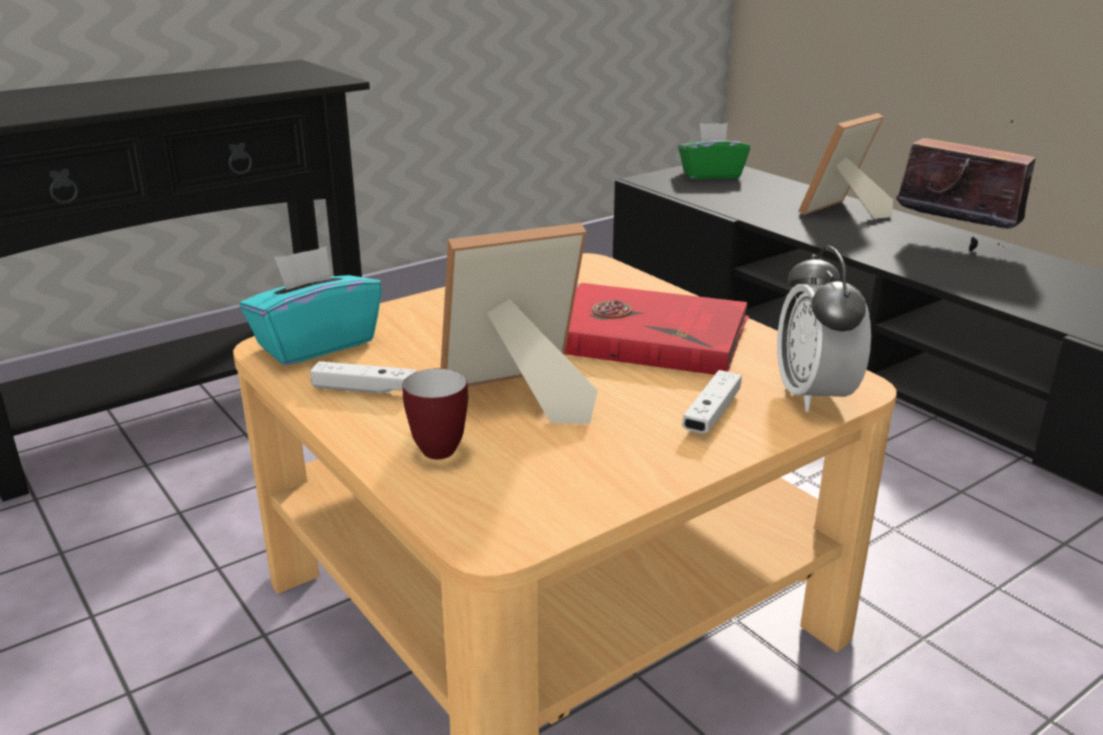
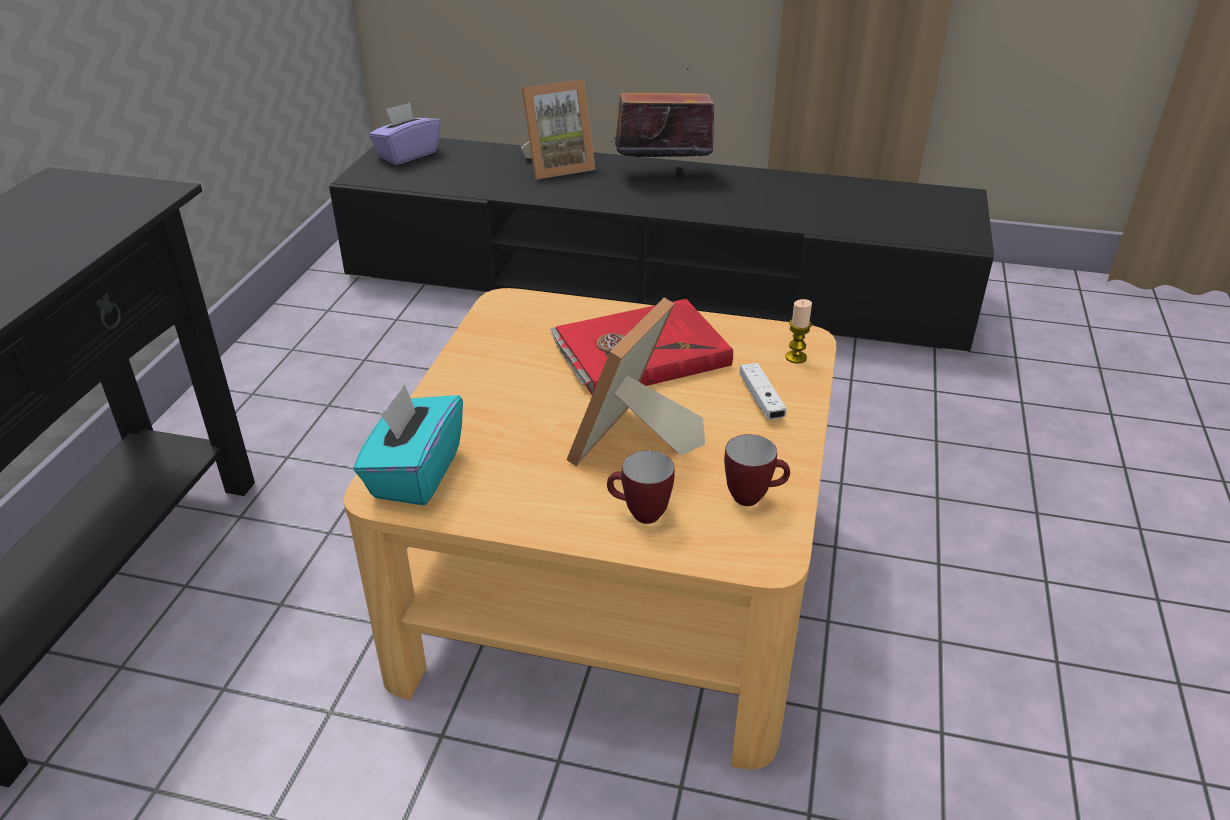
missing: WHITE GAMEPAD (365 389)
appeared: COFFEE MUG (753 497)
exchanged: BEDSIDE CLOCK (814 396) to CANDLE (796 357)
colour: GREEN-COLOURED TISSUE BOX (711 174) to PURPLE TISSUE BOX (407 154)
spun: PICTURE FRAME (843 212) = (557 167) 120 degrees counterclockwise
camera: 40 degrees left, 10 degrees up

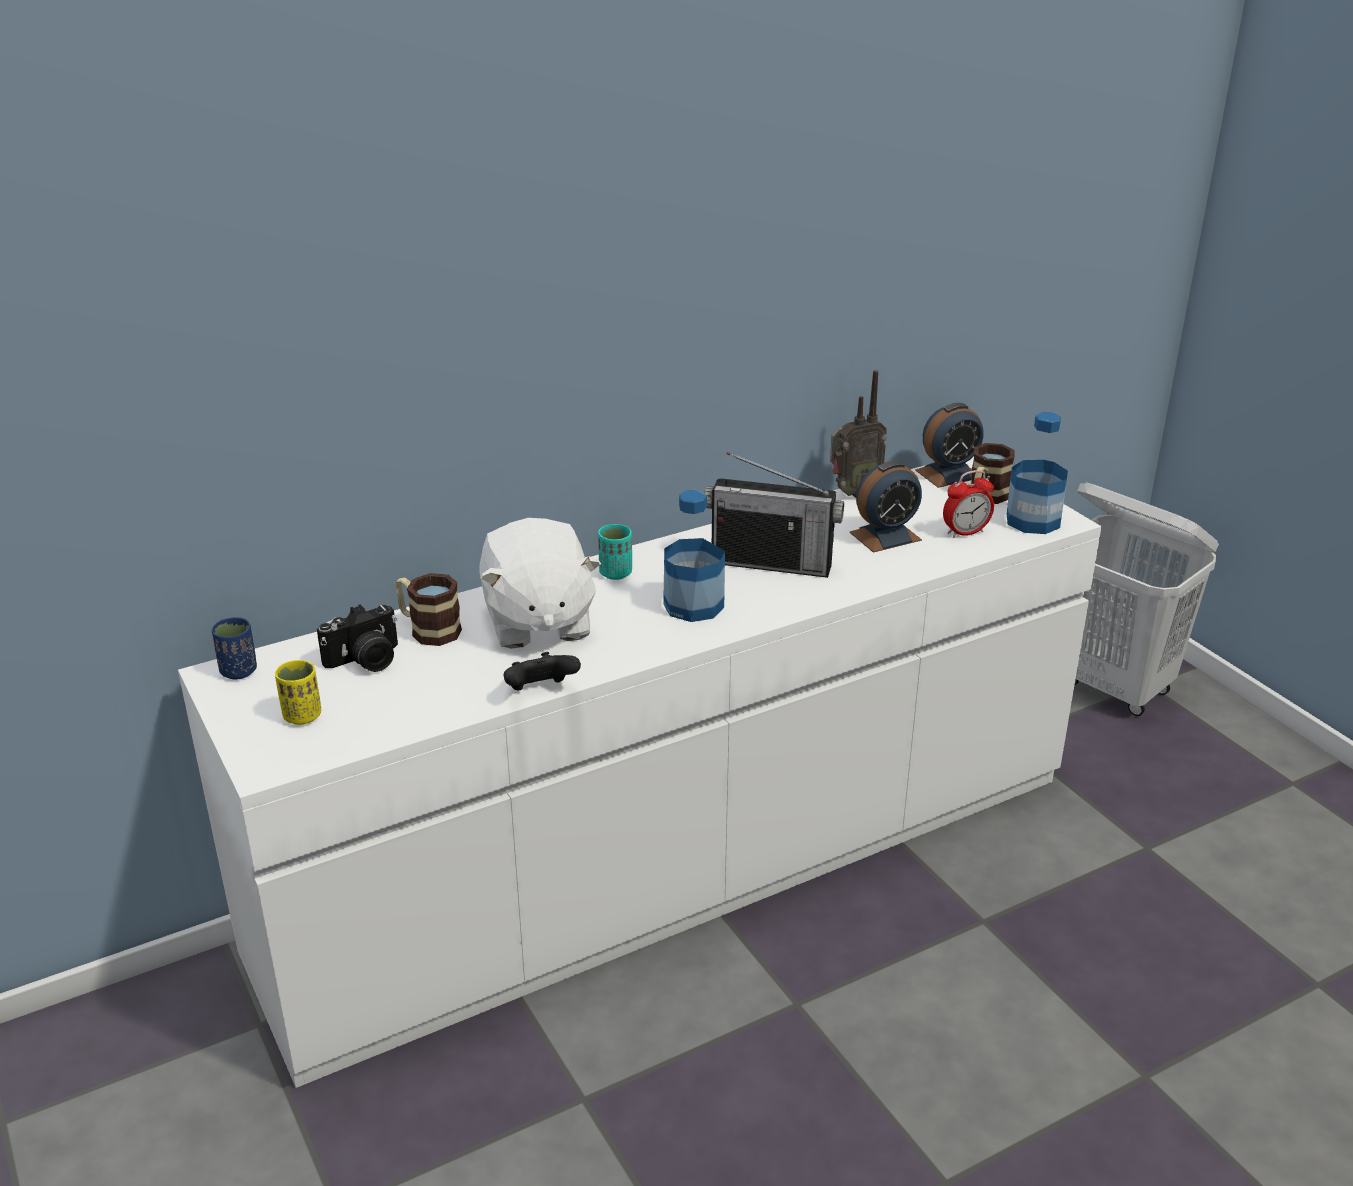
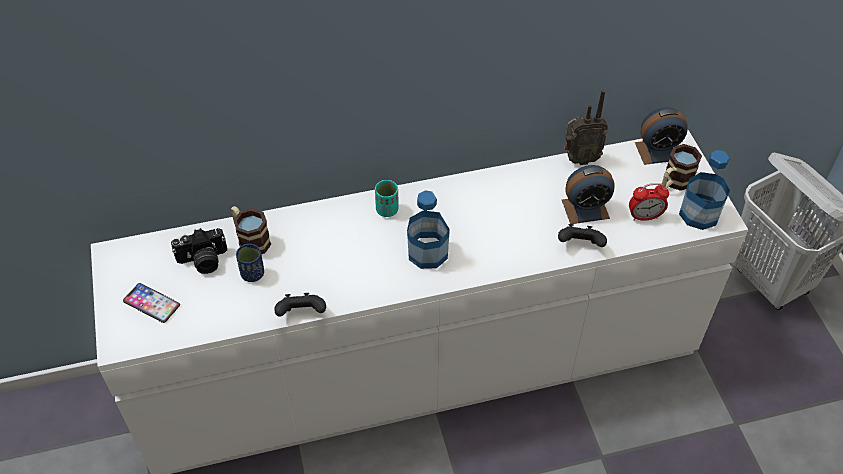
missing: WHITE PLUSH TOY (537 622); RADIO RECEIVER (771 563)
appeared: BLACK-COLOURED GAMEPAD (580 245)
relocated: BLUISH SMALL CUP (239 671) to (252 274)
exchanged: YELLOW-COLOURED SMALL CUP (302 716) to TELEPHONE (151 303)
camera: 15 degrees right, 20 degrees up

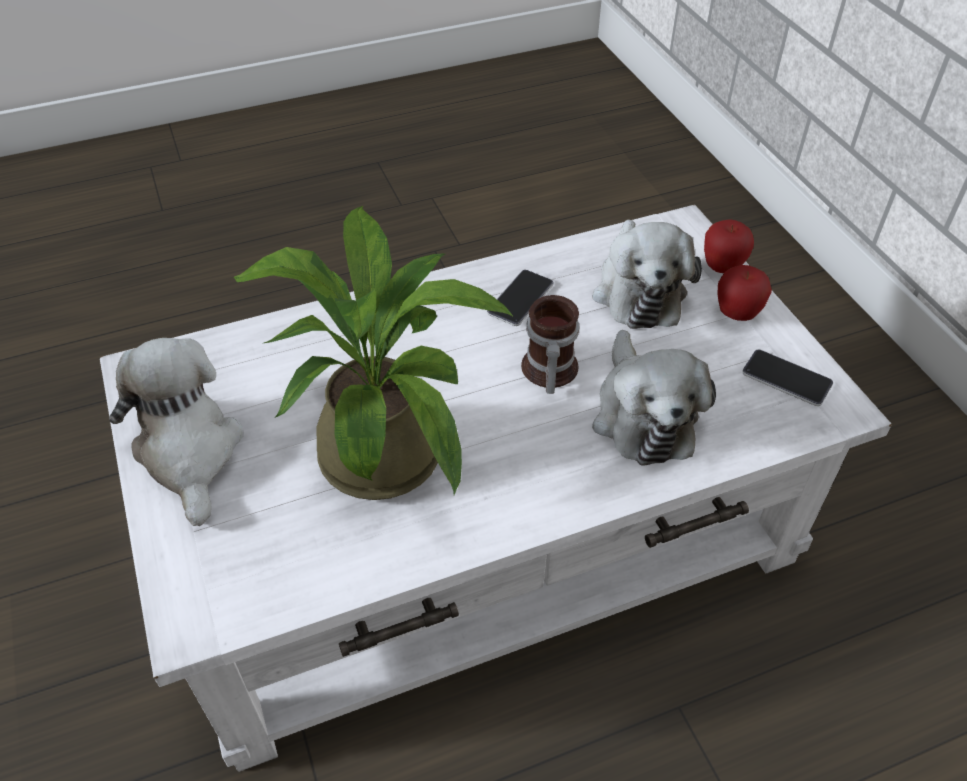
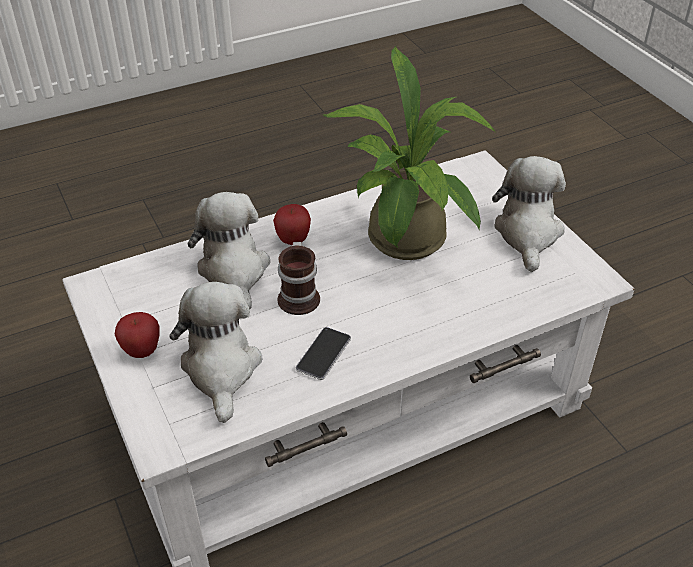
missing: TELEPHONE (786 379)
relocated: WHOLE APPLE (722 267) to (293 240)
spun: PLUSH TOY (189 452) = (528 234) 150 degrees counterclockwise
camera: 175 degrees right, 5 degrees down

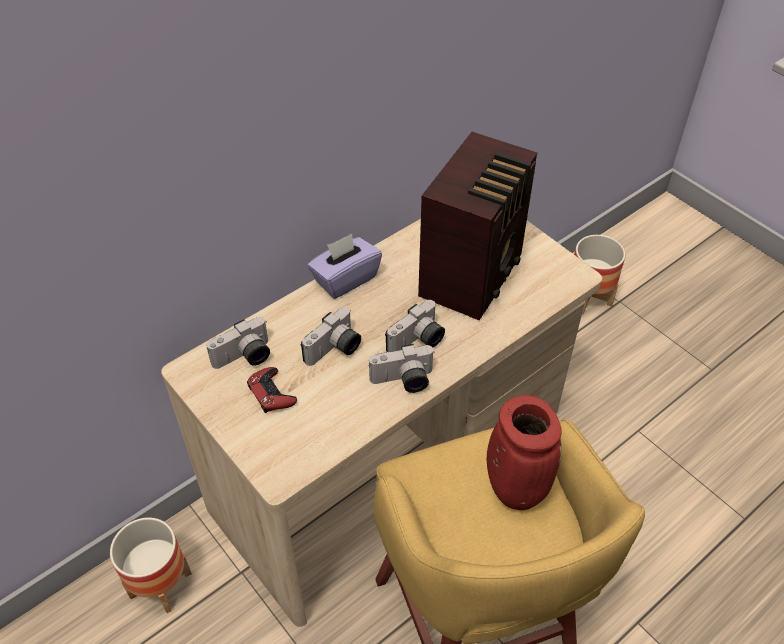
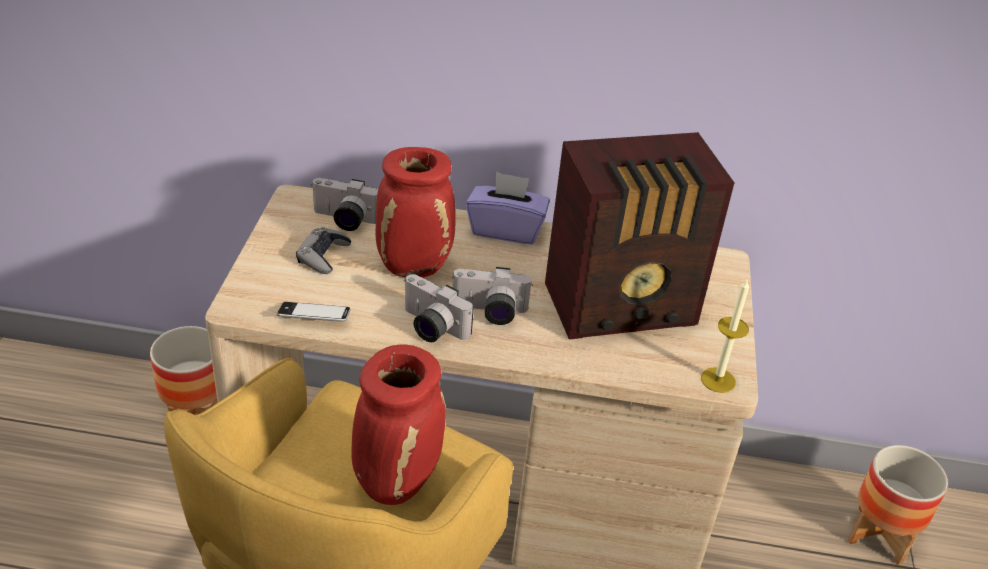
appeared: TELEPHONE (314 316); CANDLE (718 380)
exchanged: PHOTO CAMERA (335 350) to RED-COLOURED FLOWER VASE (415 266)
colour: RED-COLOURED GAMEPAD (271 394) to GRAY GAMEPAD (323 255)
camera: 45 degrees right, 10 degrees down

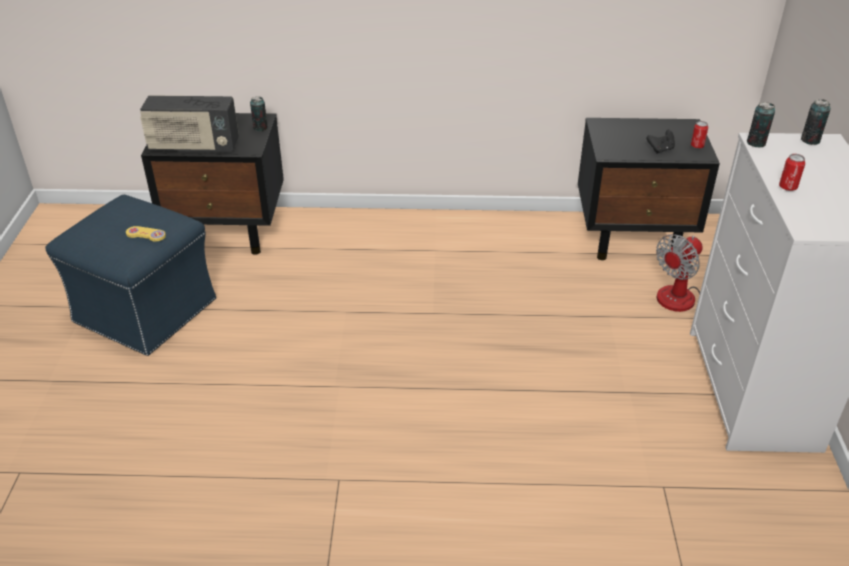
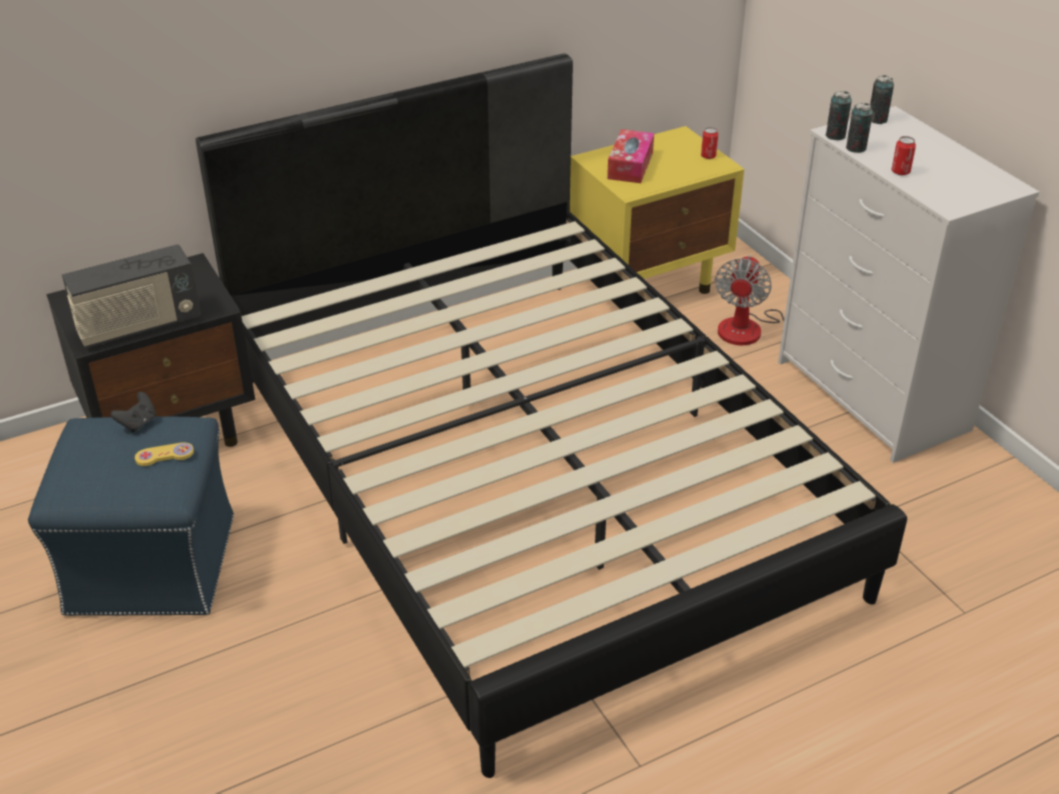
appeared: BLACK-COLOURED BED (530 477); TISSUE BOX (630 165)
relocated: CAN (260 128) to (856 148); BLACK-COLOURED GAMEPAD (660 149) to (138 423)
colour: BLACK-COLOURED NIGHTSTAND (633 238) to YELLOW-COLOURED NIGHTSTAND (650 282)
camera: 30 degrees left, 0 degrees up

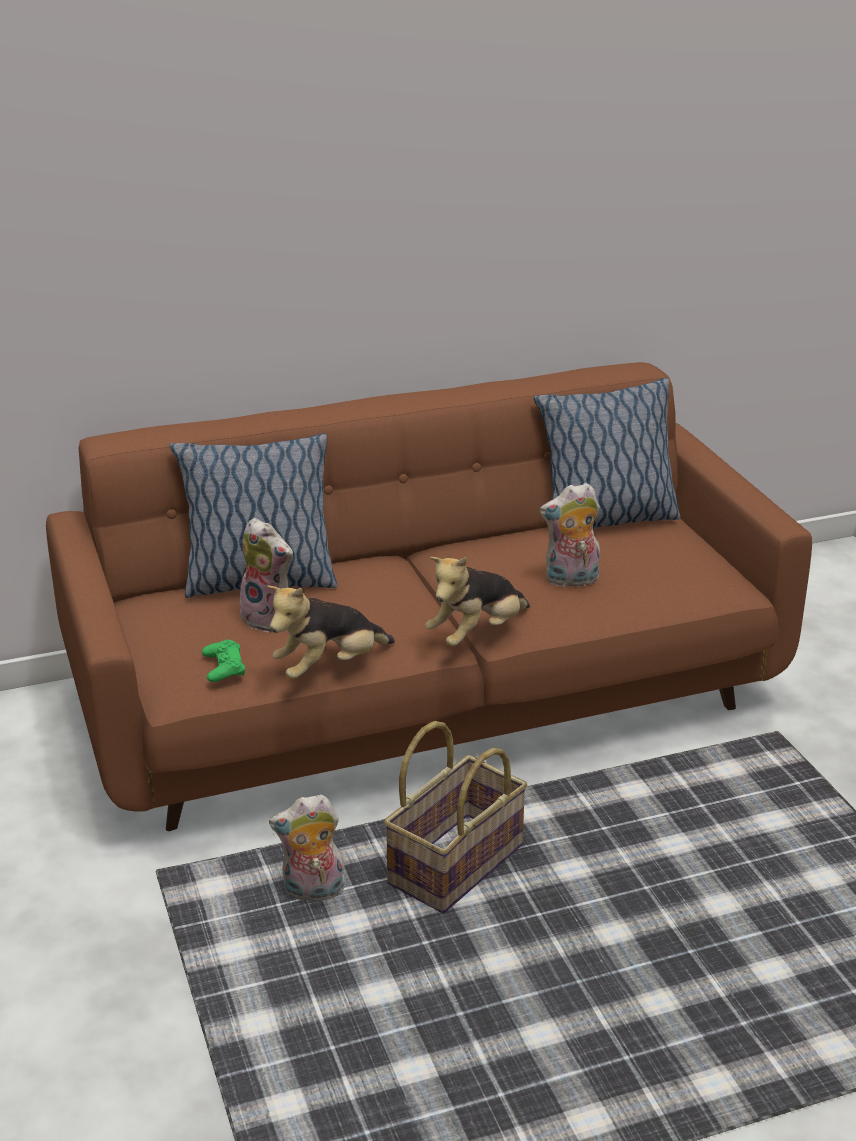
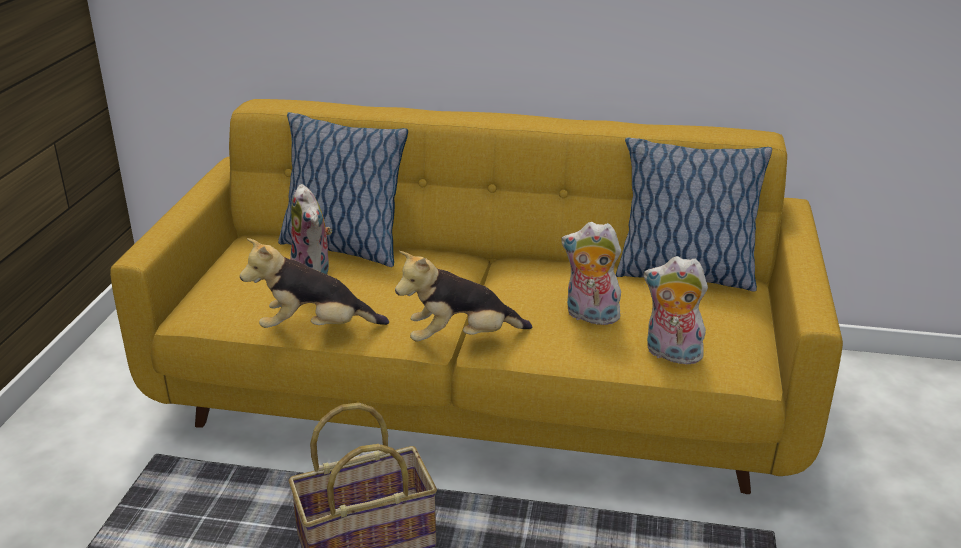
missing: GREEN-COLOURED GAMEPAD (223 667)
relocated: PLUSH TOY (312 892) to (671 355)
colour: BROWNISH COUCH (428 700) to YELLOW-COLOURED COUCH (482 391)
camera: 30 degrees right, 0 degrees up

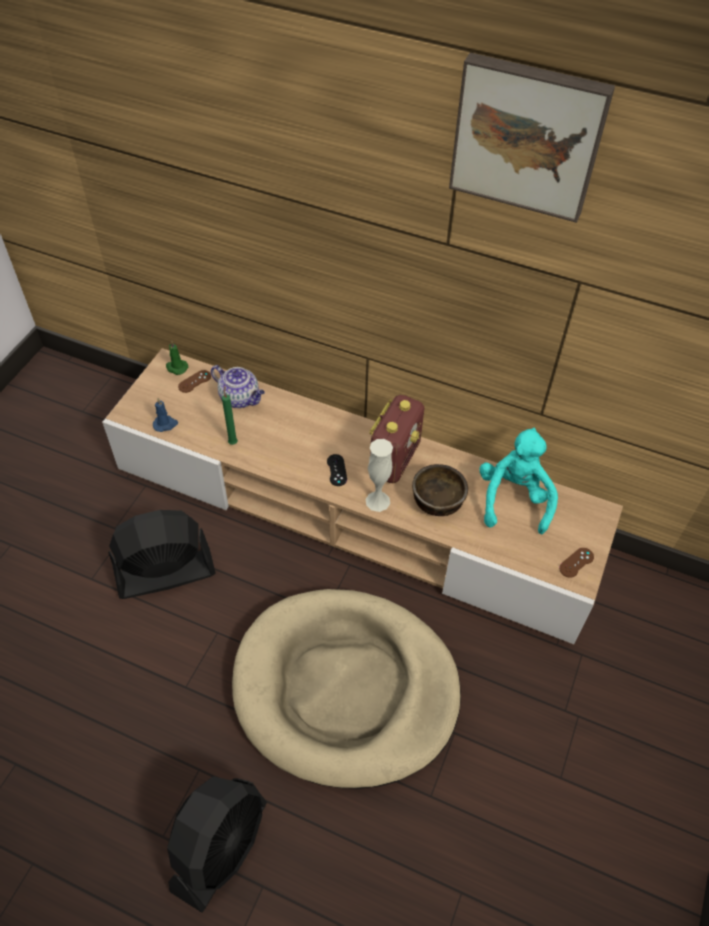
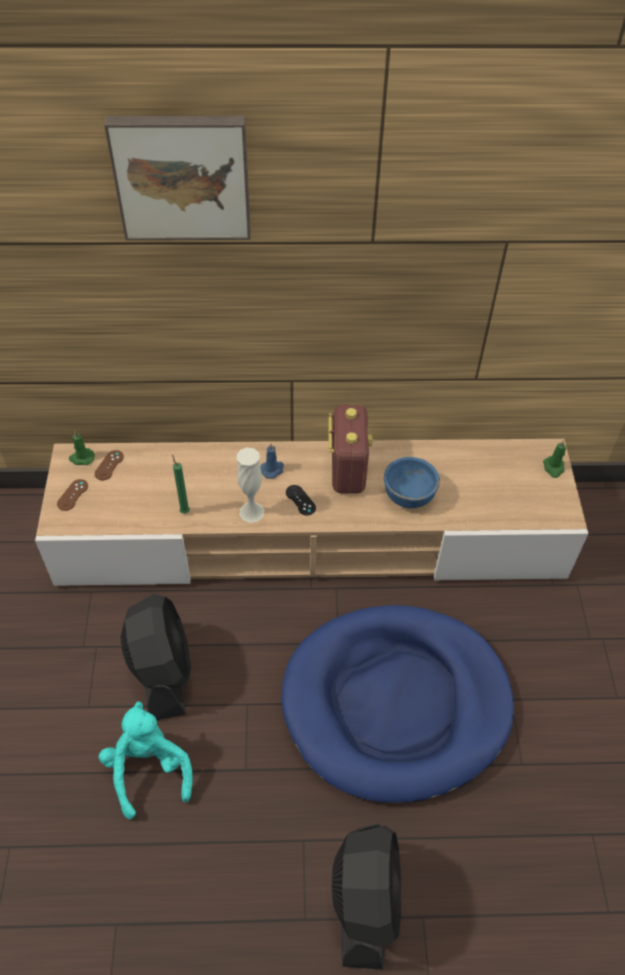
missing: POT FOR TEA (240 398)
appeared: GREEN-COLOURED CANDLE (553 468)
relocated: BLUISH CANDLE (165 424) to (272 469); WHITE FLOWER VASE (377 501) to (251 512); WALL ART (528 136) to (182 176); TURQUOISE PLUSH TOY (514 499) to (148 769); BROWNISH GAMEPAD (576 562) to (72 495)
colour: BEIGE-COLOURED PET BED (345 689) to BLUISH PET BED (396 703); BROWNISH SERVING BOWL (437 502) to BLUISH SERVING BOWL (408 496)
spun: BLACK-COLOURED COOLING FAN (165 574) = (162 670) 120 degrees clockwise
camera: 25 degrees left, 0 degrees up

